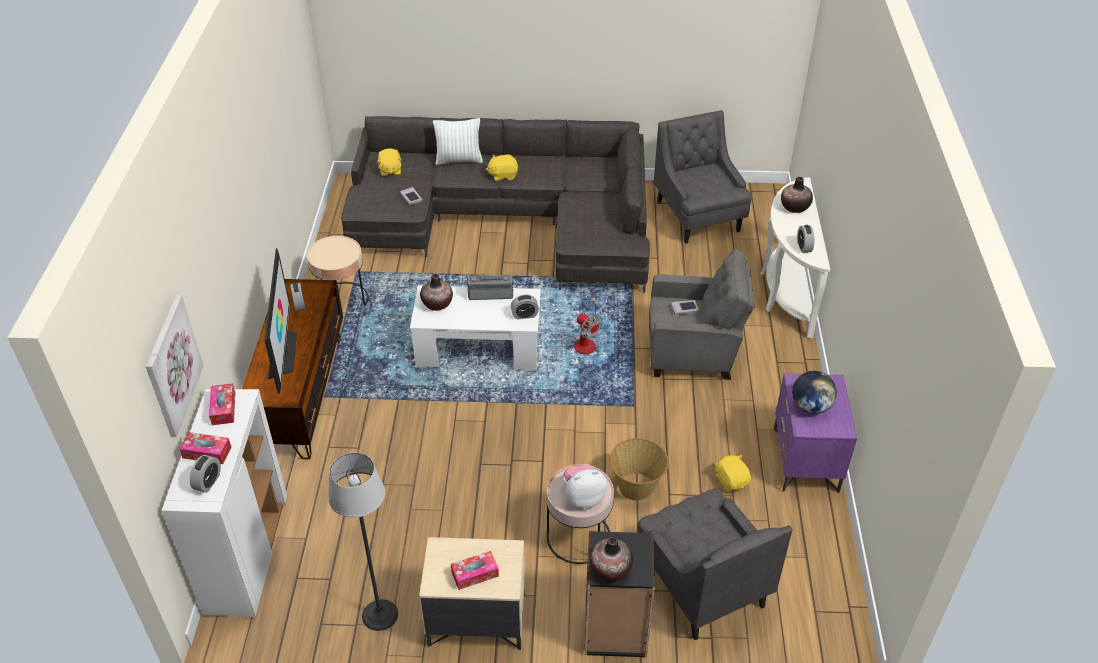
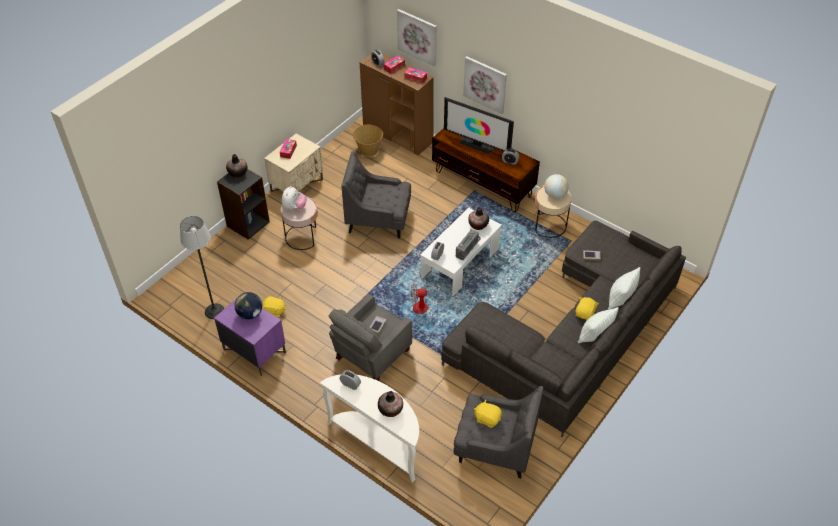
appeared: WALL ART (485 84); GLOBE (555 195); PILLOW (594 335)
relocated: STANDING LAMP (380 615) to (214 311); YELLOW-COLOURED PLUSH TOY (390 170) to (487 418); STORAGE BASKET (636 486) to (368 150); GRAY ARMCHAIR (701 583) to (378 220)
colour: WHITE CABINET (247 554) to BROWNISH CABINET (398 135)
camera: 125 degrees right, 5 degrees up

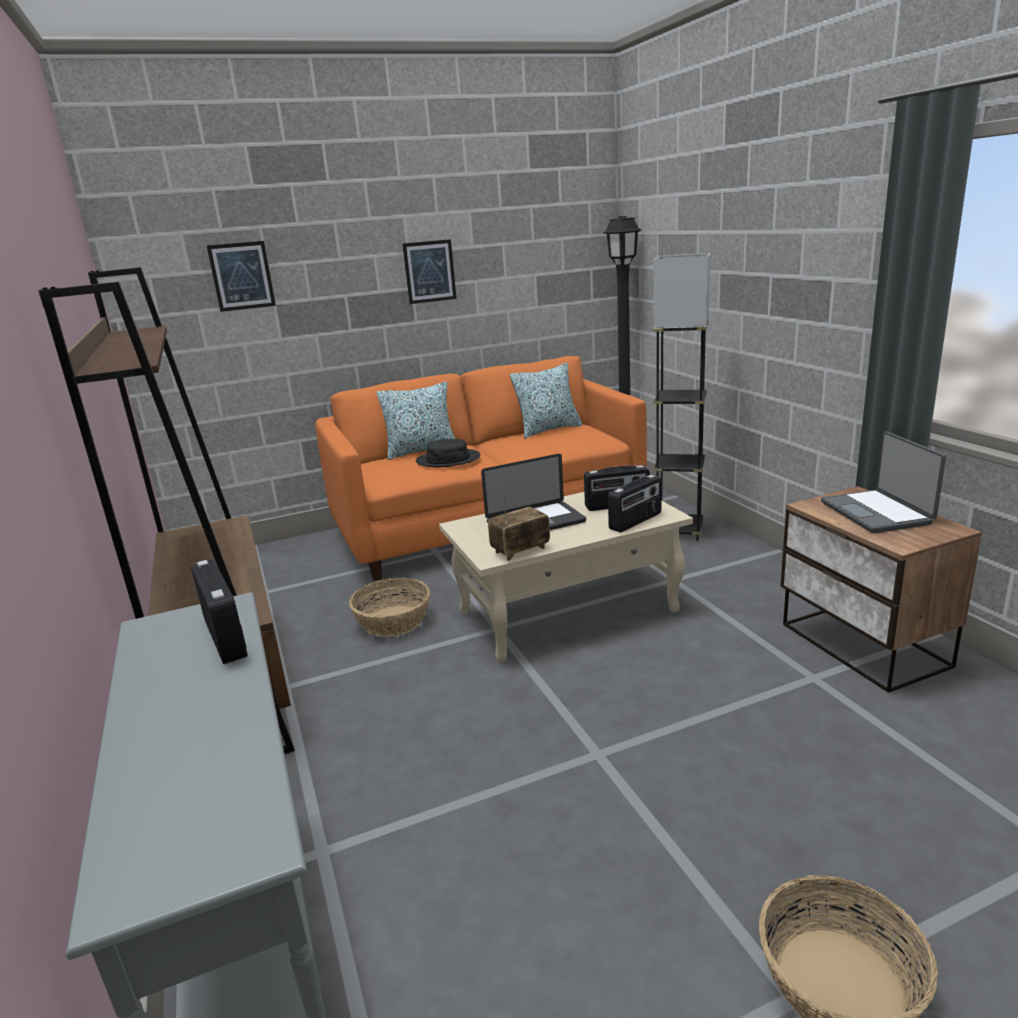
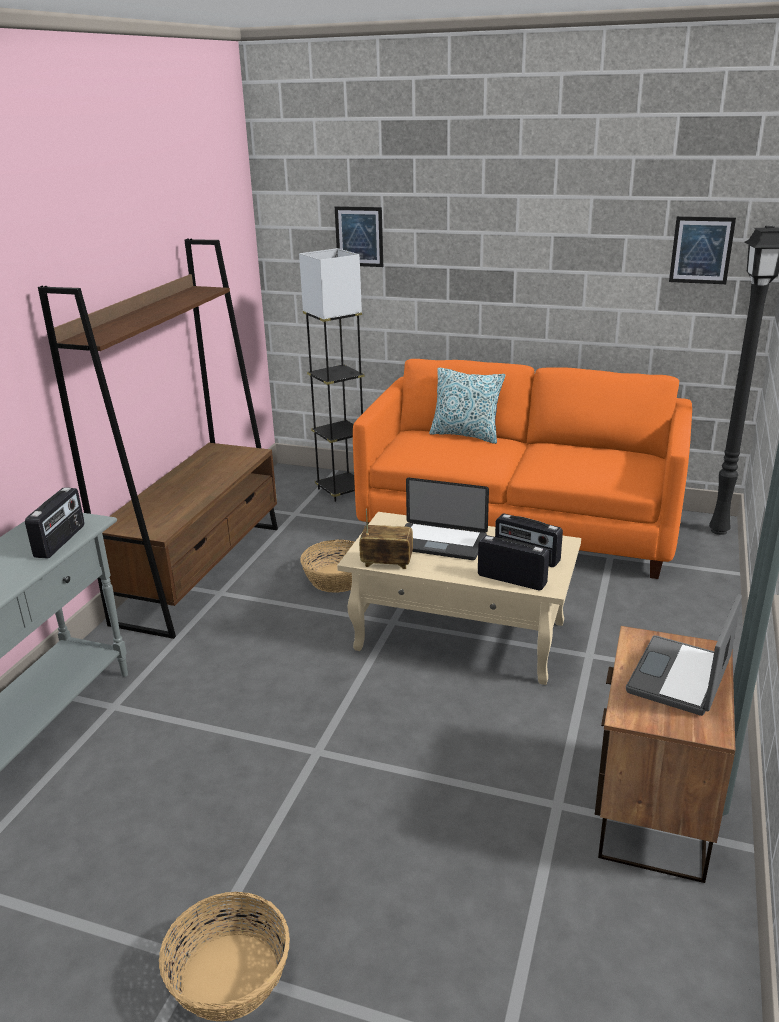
missing: BLACK-COLOURED WEARABLE HAT (448 459); PILLOW (548 430)
relocated: WALL ART (429 271) to (701 250); GRAY STANDING LAMP (678 531) to (342 490)
spun: RADIO RECEIVER (636 521) = (512 579) 150 degrees counterclockwise
camera: 40 degrees right, 5 degrees up

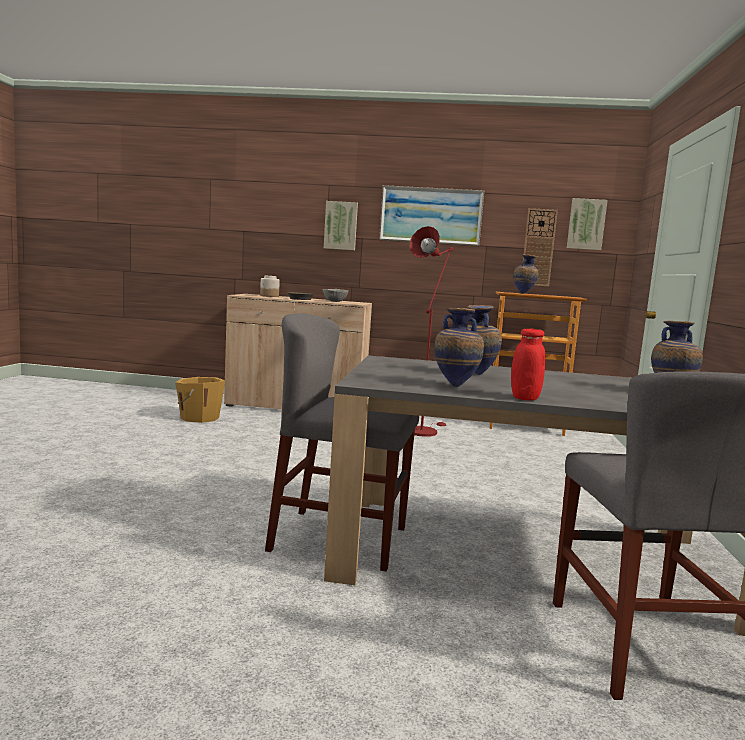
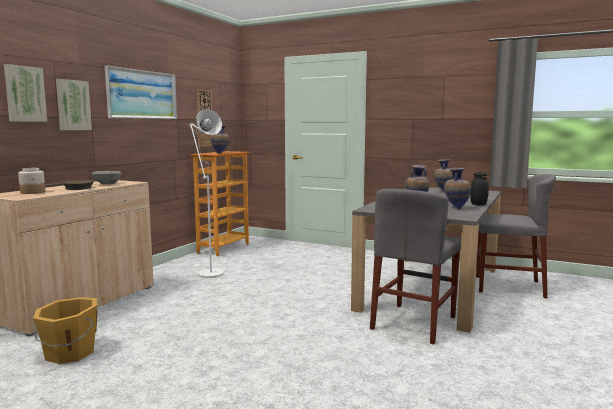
relocated: WALL ART (586 224) to (24 94)
colour: RED-COLOURED STANDING LAMP (423 430) to WHITE STANDING LAMP (207 273); RED-COLOURED STORAGE JAR (525 398) to BLACK-COLOURED STORAGE JAR (478 204)
camera: 70 degrees left, 0 degrees up

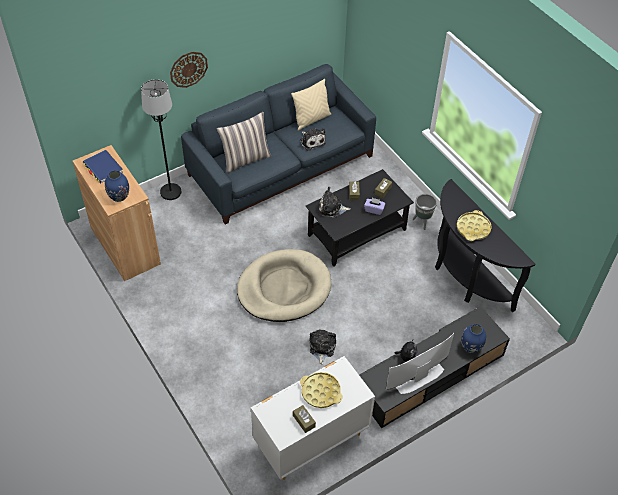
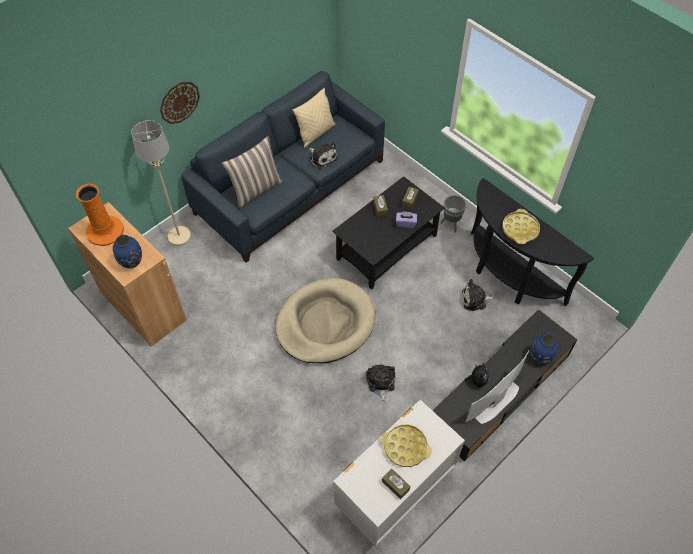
relocated: PLUSH TOY (332 208) to (475 299)
exchanged: BLUISH VOLUME (103 168) to ORANGE FLOWER VASE (105 231)
colour: BLACK-COLOURED STANDING LAMP (170 192) to BEIGE-COLOURED STANDING LAMP (179 236)
camera: 10 degrees left, 5 degrees up

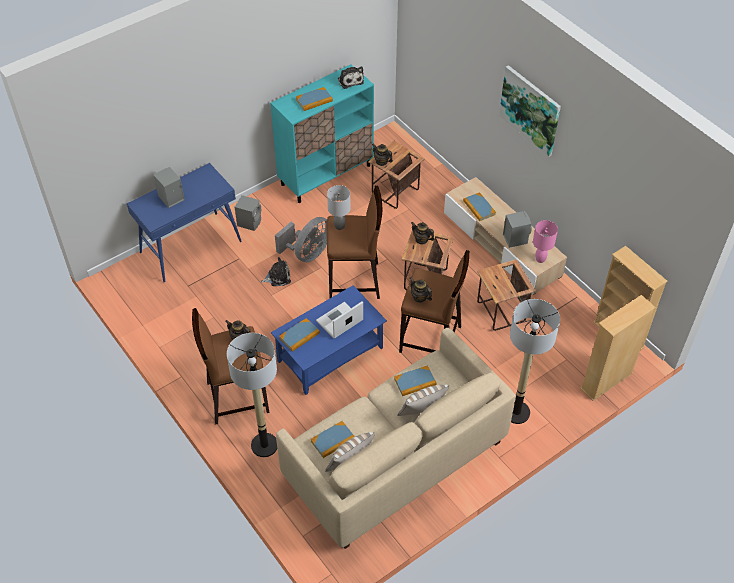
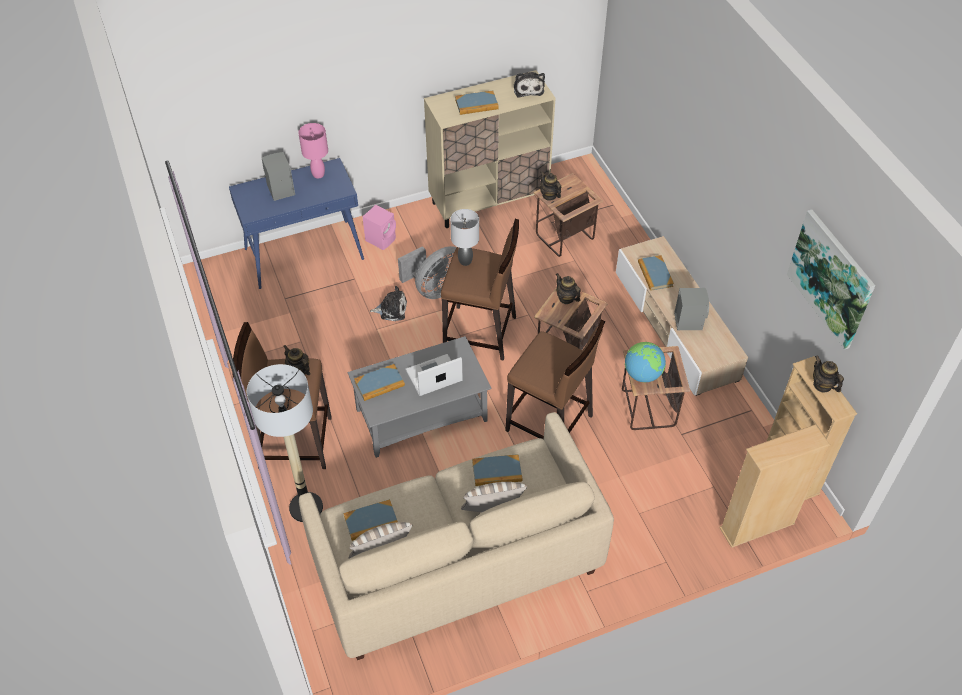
missing: STANDING LAMP (516 412)
appeared: GLOBE (642 374)
relocated: POT FOR TEA (419 297) to (822 385); WALL ART (530 110) to (831 278); PINK TABLE LAMP (540 259) to (318 174)
colour: GRAY SPEAKER (250 222) to PINK SPEAKER (381 239); TURQUOISE CABINET (326 175) to BEIGE-COLOURED CABINET (489 201); BLUISH COFFEE TABLE (329 355) to GRAY COFFEE TABLE (420 416)
camera: 15 degrees right, 0 degrees up

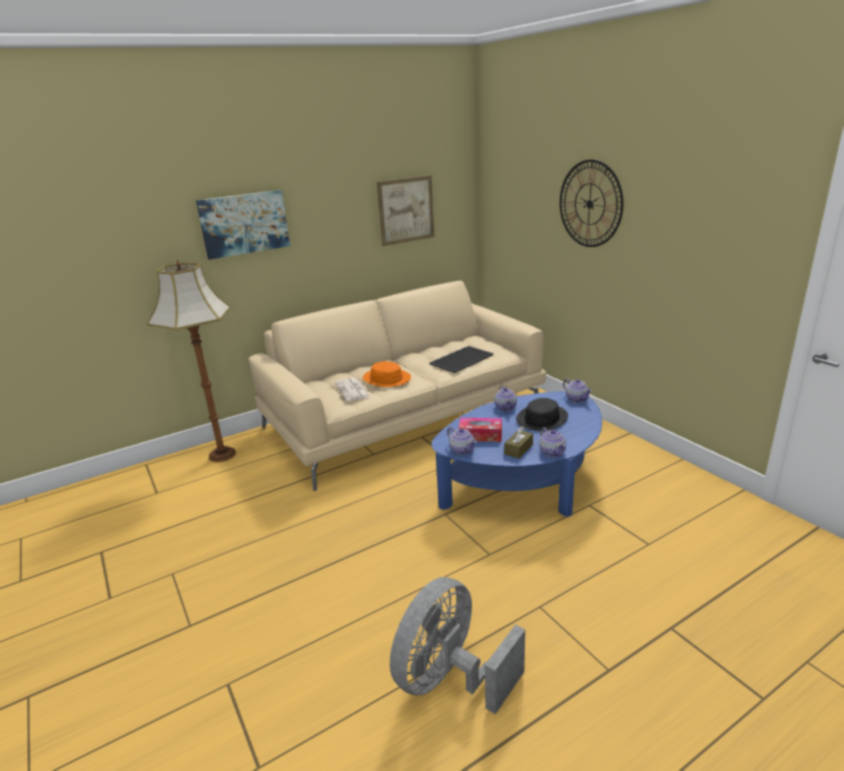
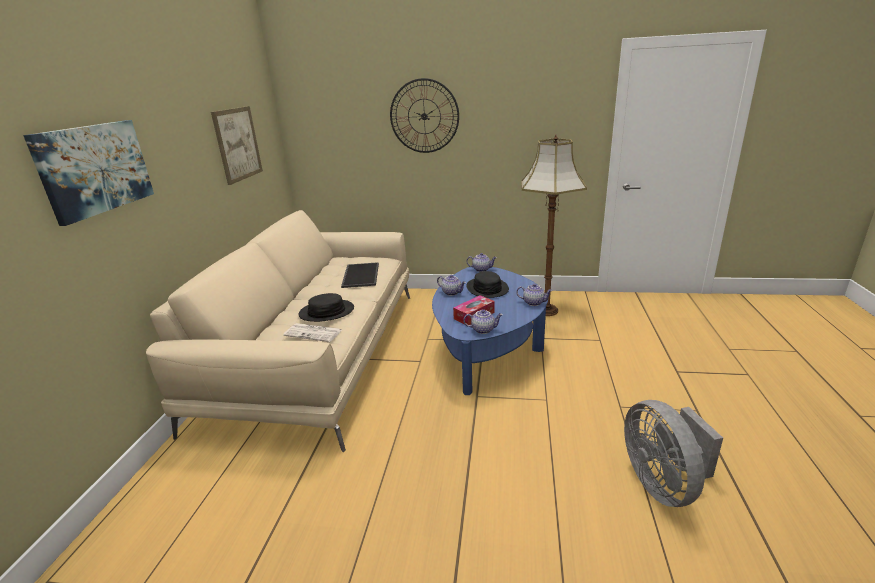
missing: BROWNISH TISSUE BOX (518 449)
relocated: STANDING LAMP (222 454) to (545 310)
colour: ORANGE WEARABLE HAT (386 378) to BLACK-COLOURED WEARABLE HAT (326 312)
camera: 50 degrees left, 0 degrees up

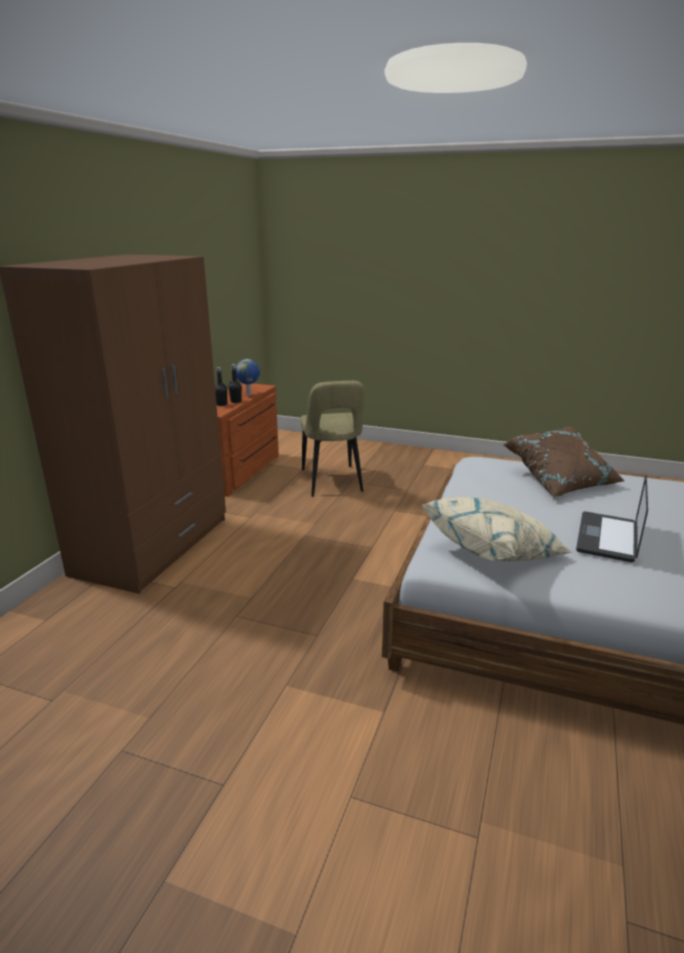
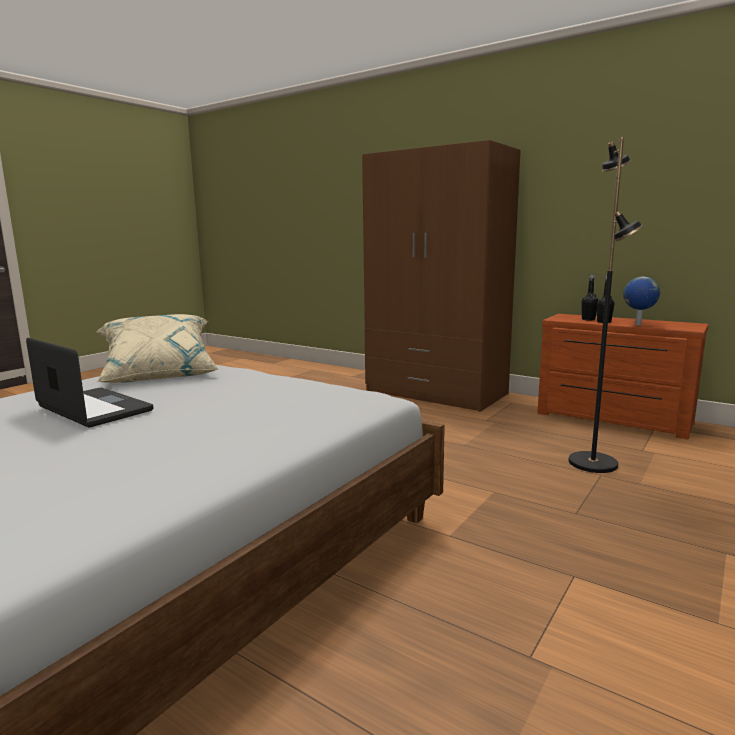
missing: BROWNISH PILLOW (560 480)
exchanged: BEIGE-COLOURED CHAIR (332 482) to BLACK-COLOURED STANDING LAMP (593 463)
camera: 105 degrees right, 10 degrees down

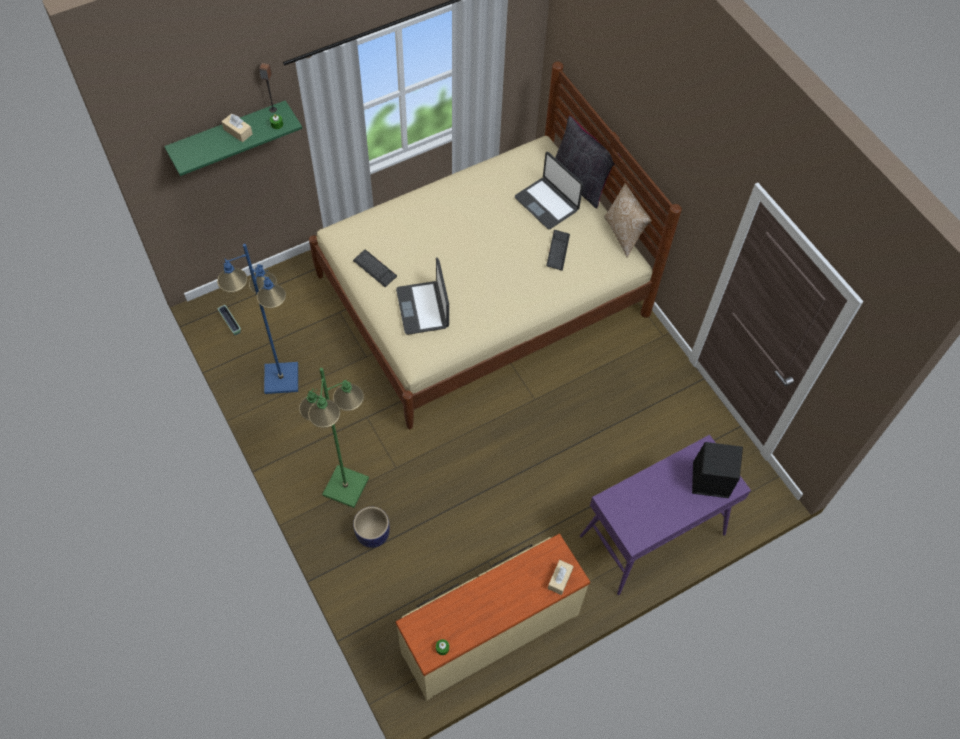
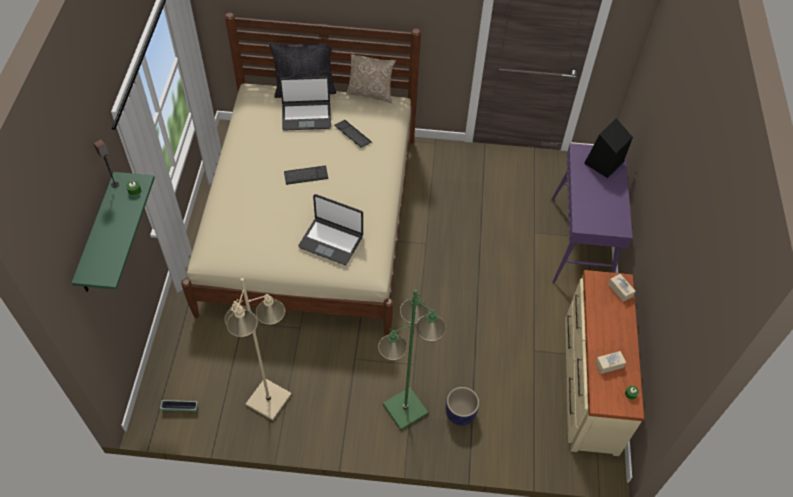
relocated: BEIGE-COLOURED TISSUE BOX (238 132) to (609 365); KEYBOARD (375 269) to (306 176)
colour: BLUISH STANDING LAMP (281 378) to BEIGE-COLOURED STANDING LAMP (268 400)
camera: 55 degrees left, 5 degrees down

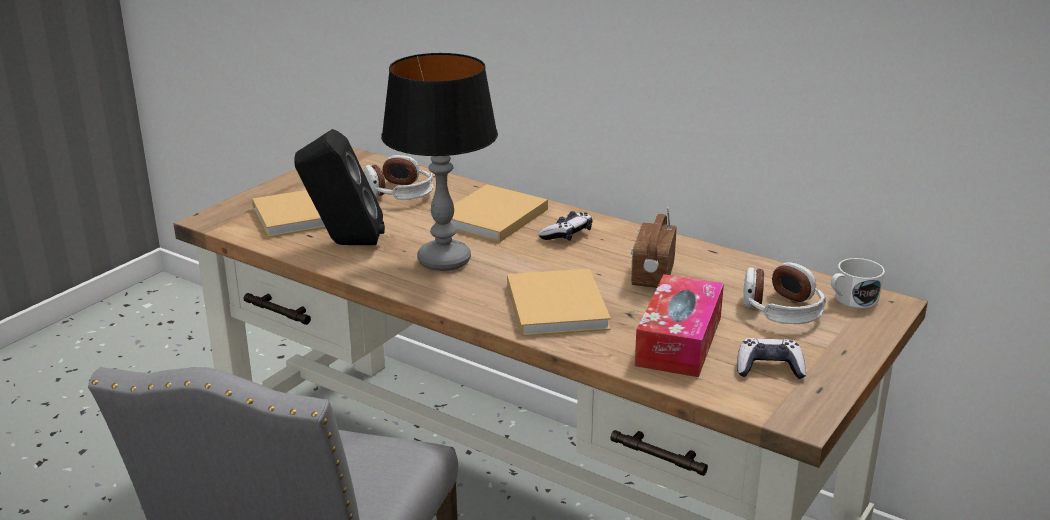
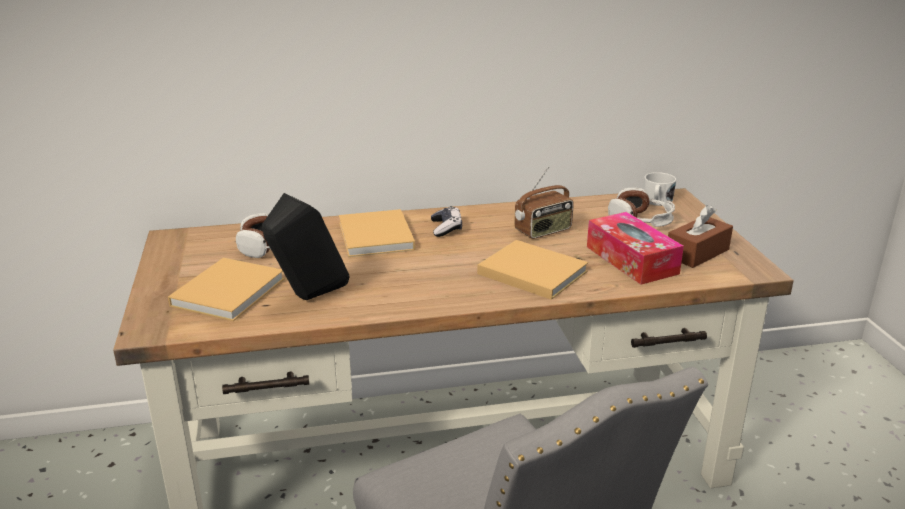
missing: TABLE LAMP (443 261)
exchanged: GAMEPAD (769 368) to BROWNISH TISSUE BOX (697 253)
spun: RADIO RECEIVER (651 276) = (543 231) 90 degrees counterclockwise
camera: 45 degrees left, 0 degrees up

